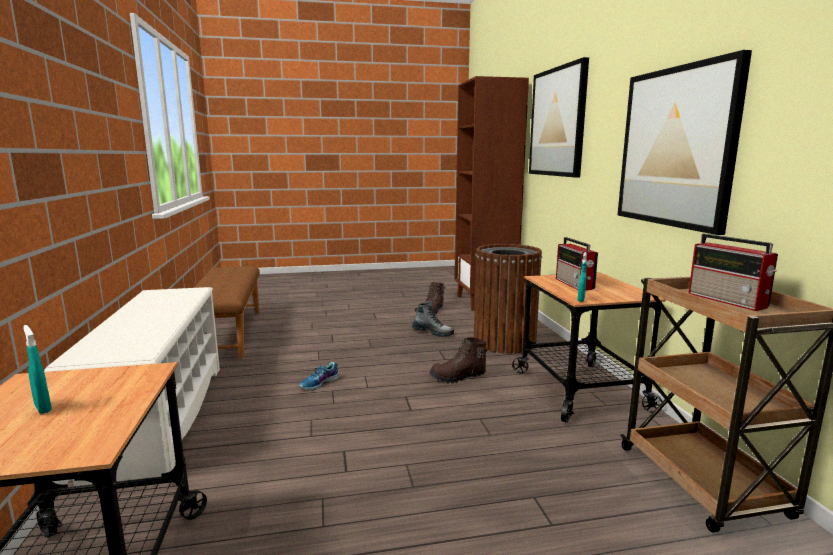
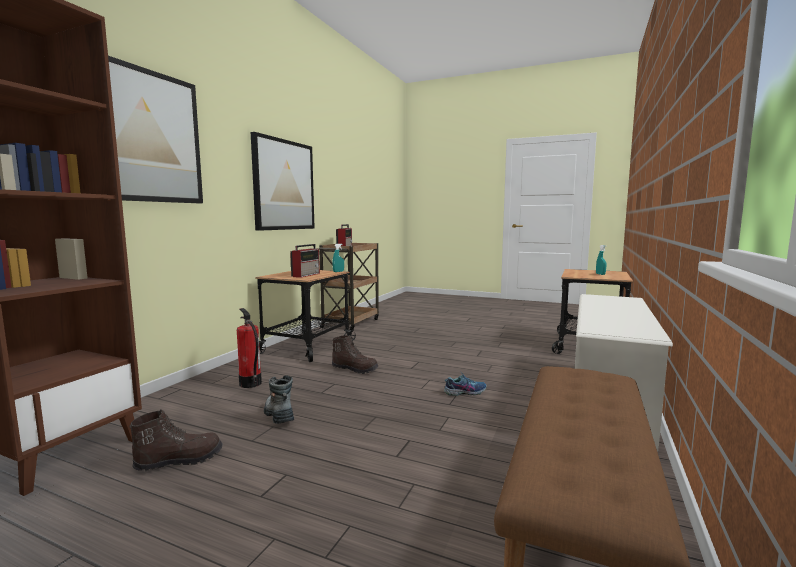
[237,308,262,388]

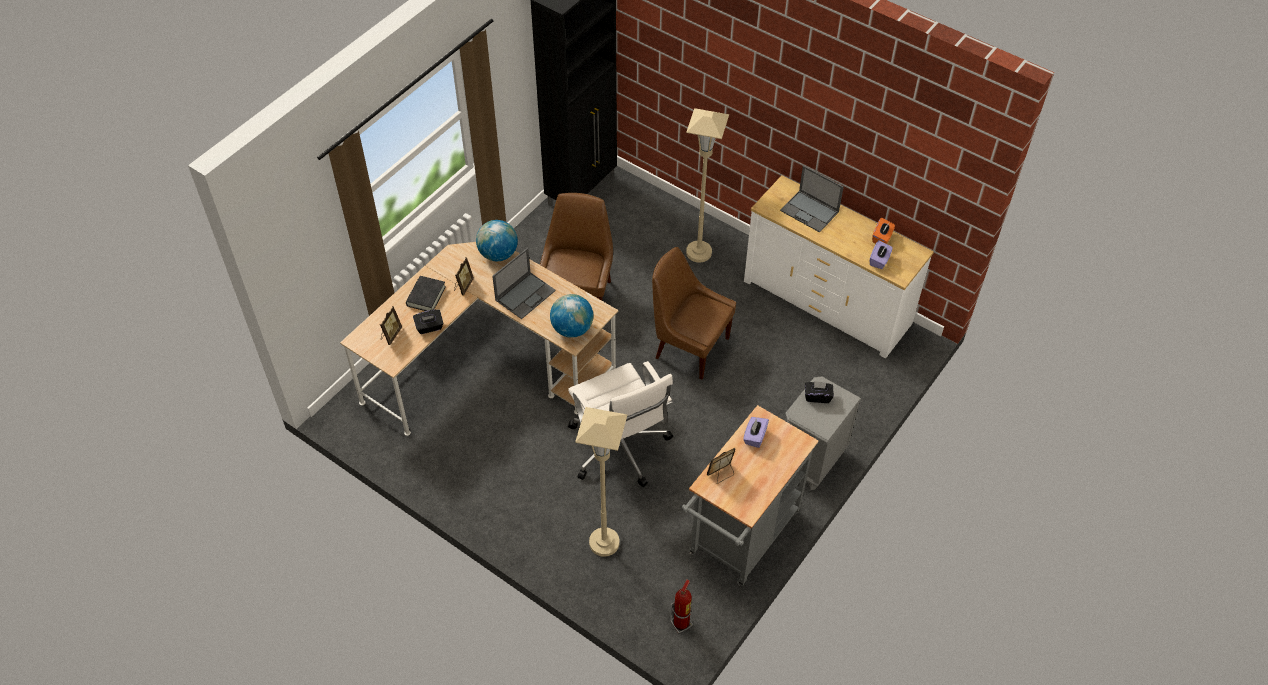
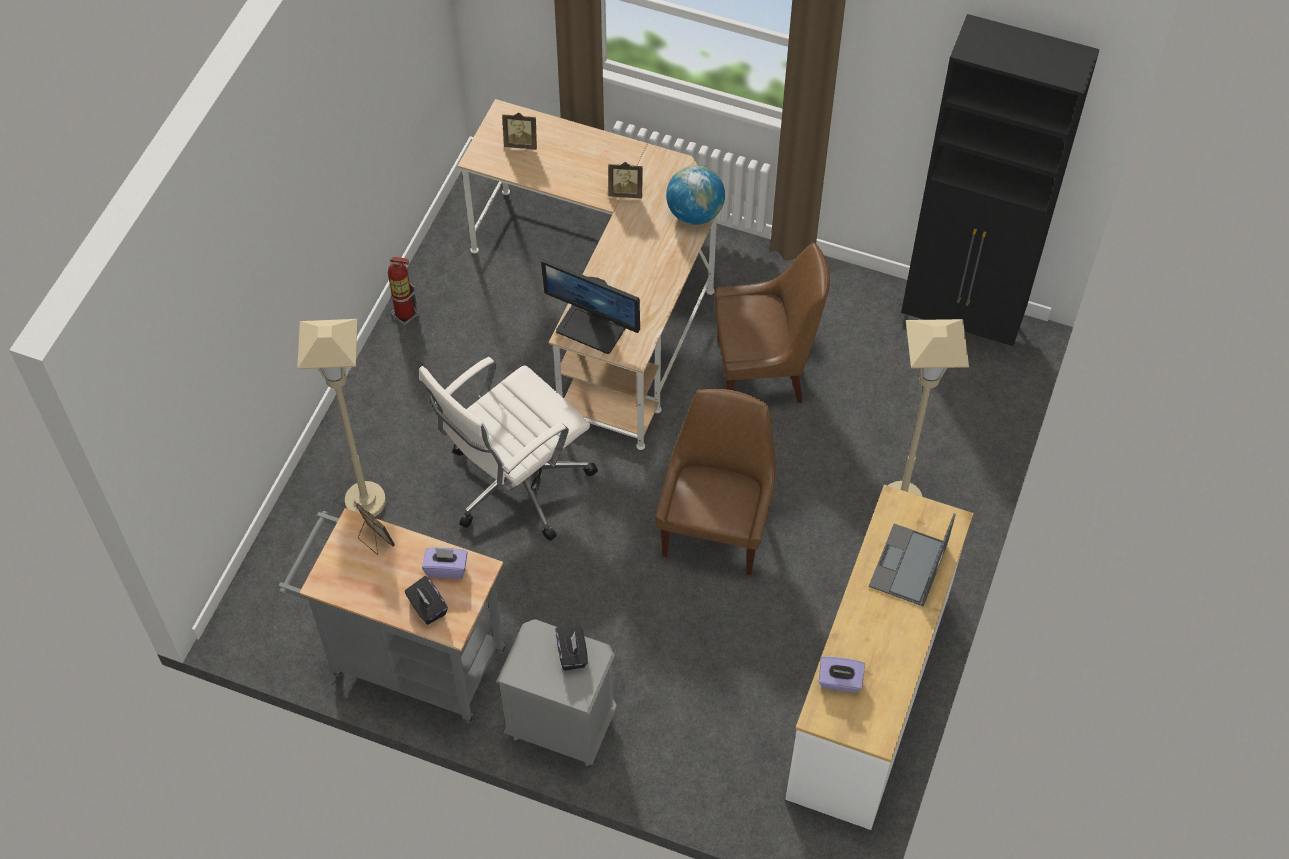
[406,276,446,311] (first image)
[405,576,448,625]
[492,248,556,319] (first image)
[541,259,640,354]
[388,257,419,325]
[872,218,895,244] (first image)

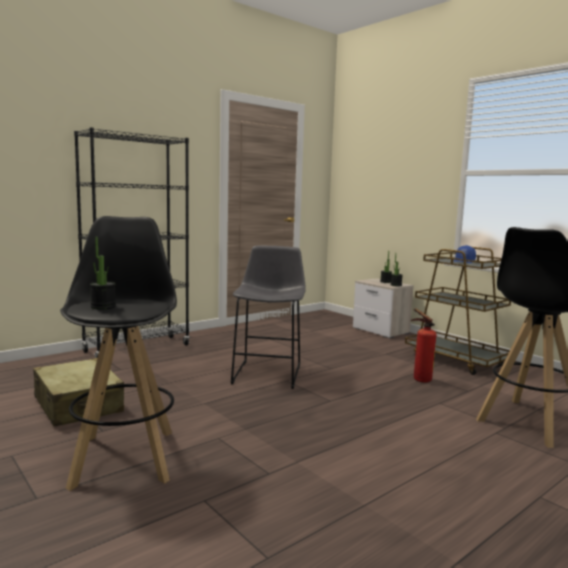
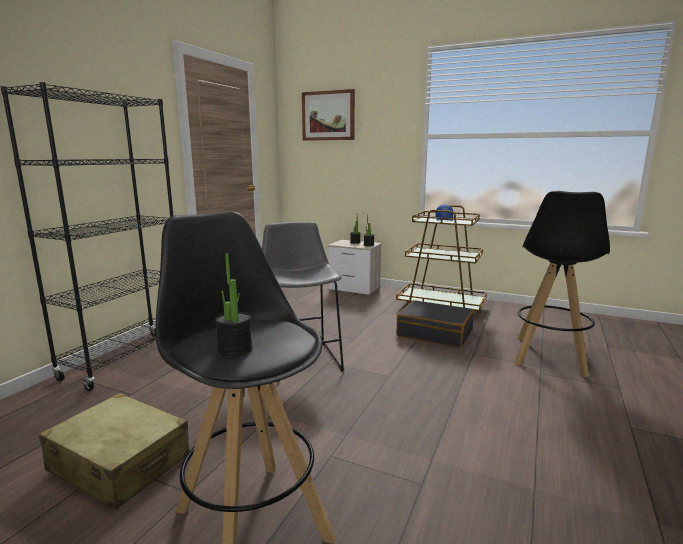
[396,300,475,348]
[302,89,355,141]

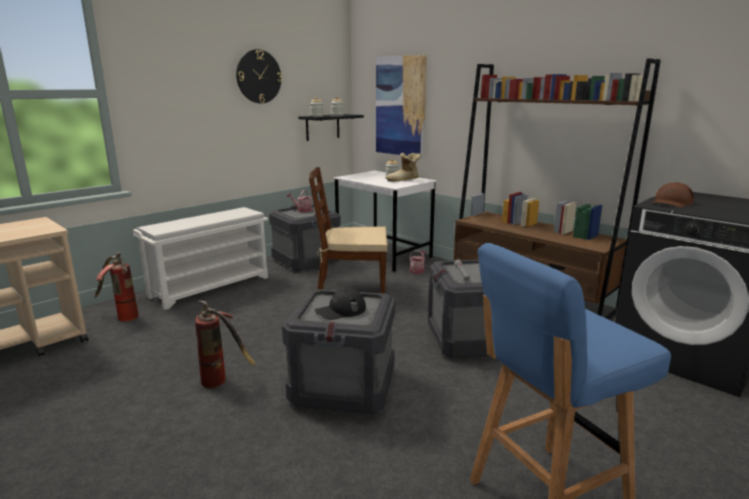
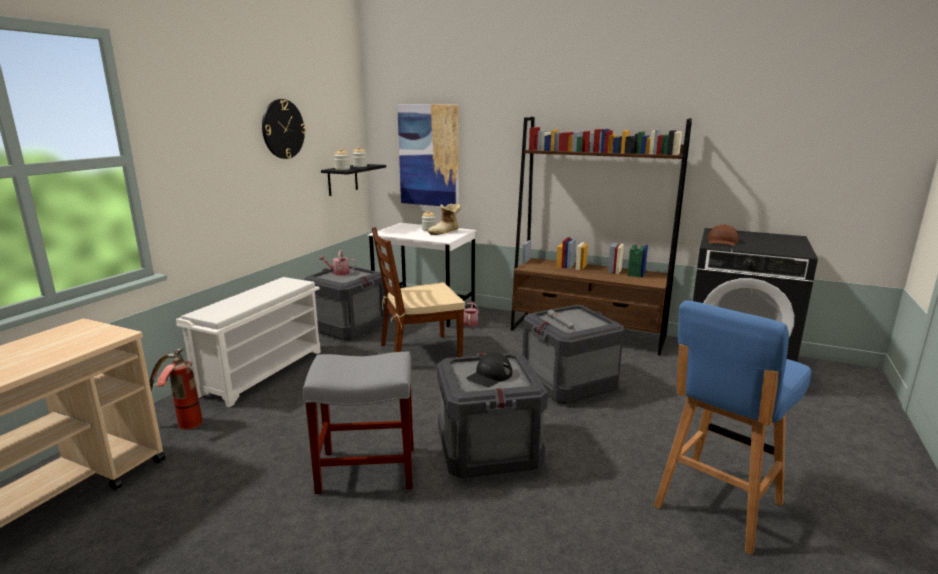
[303,352,414,494]

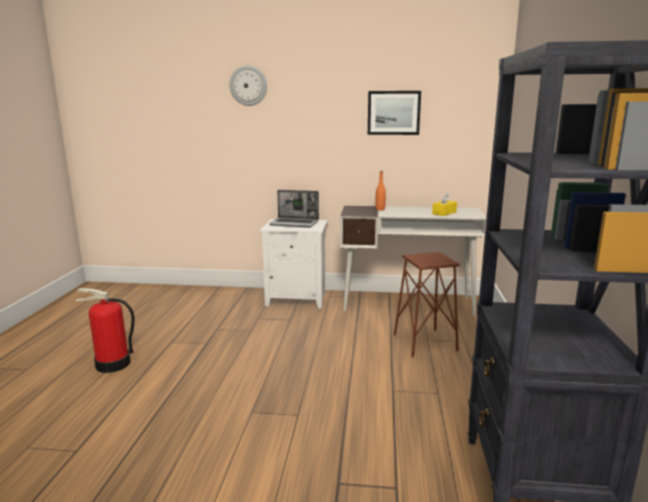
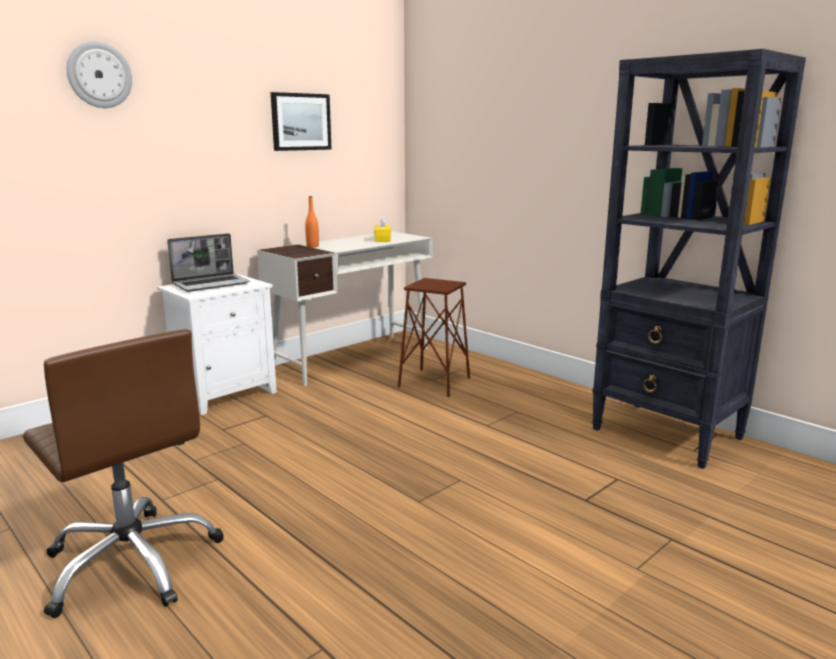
[23,329,224,618]

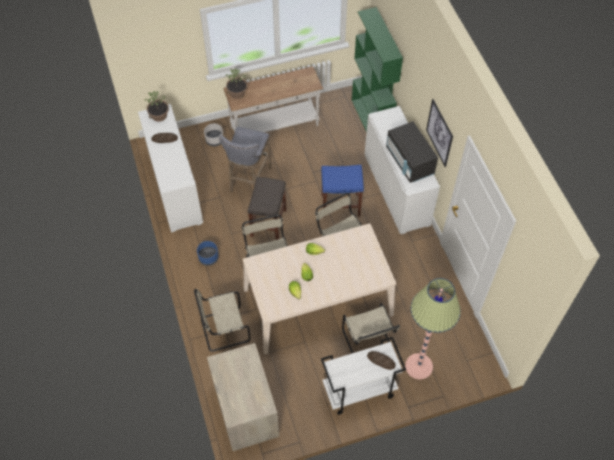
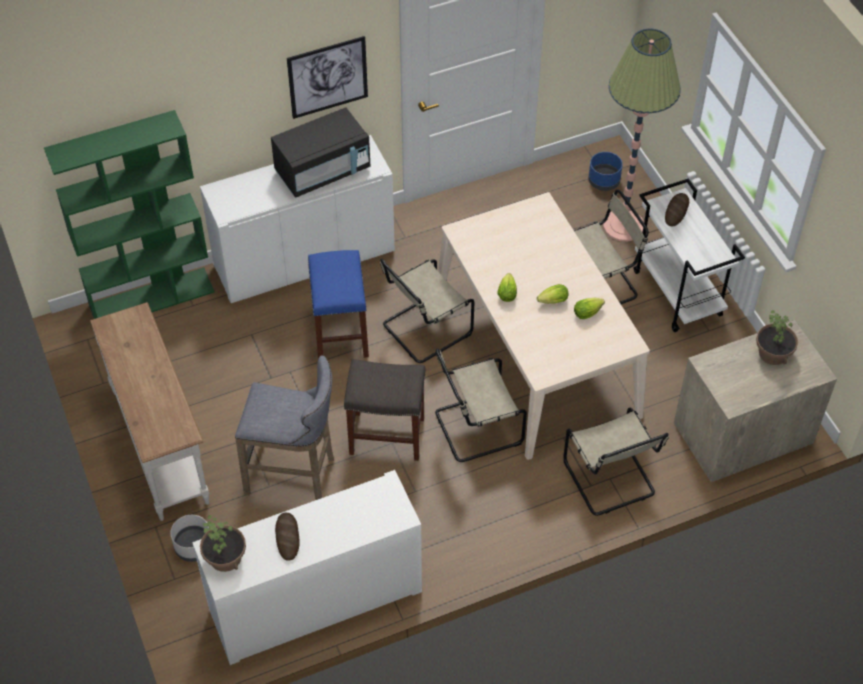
[588,152,623,191]
[756,310,798,365]

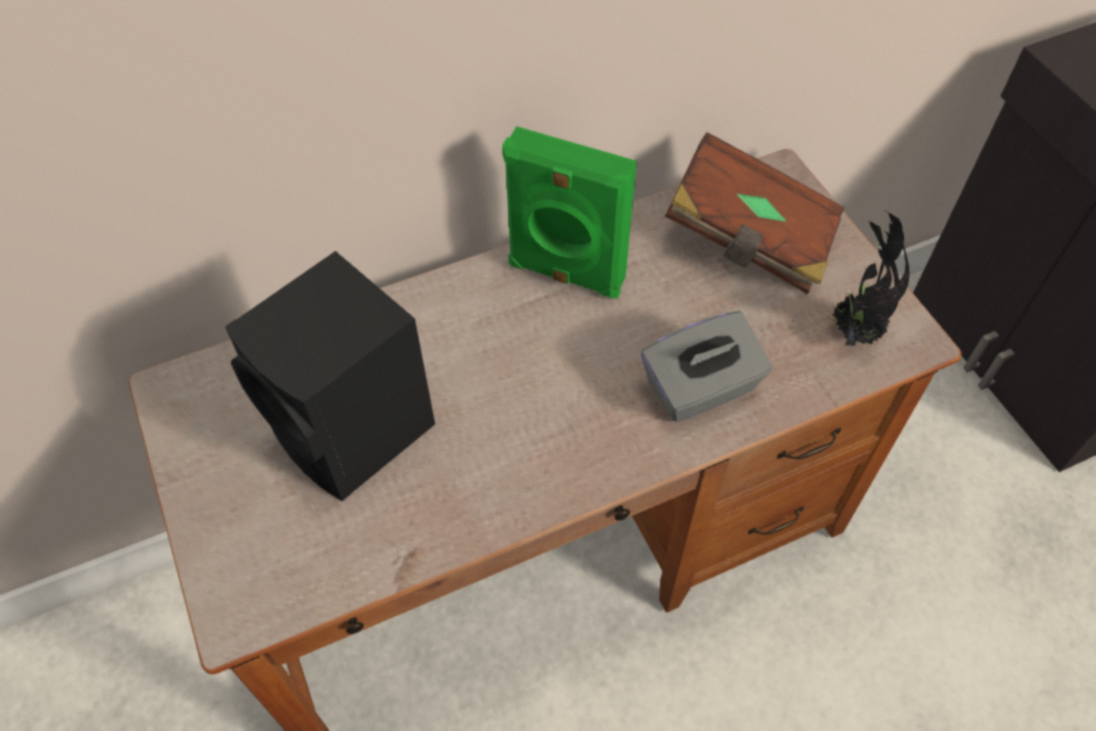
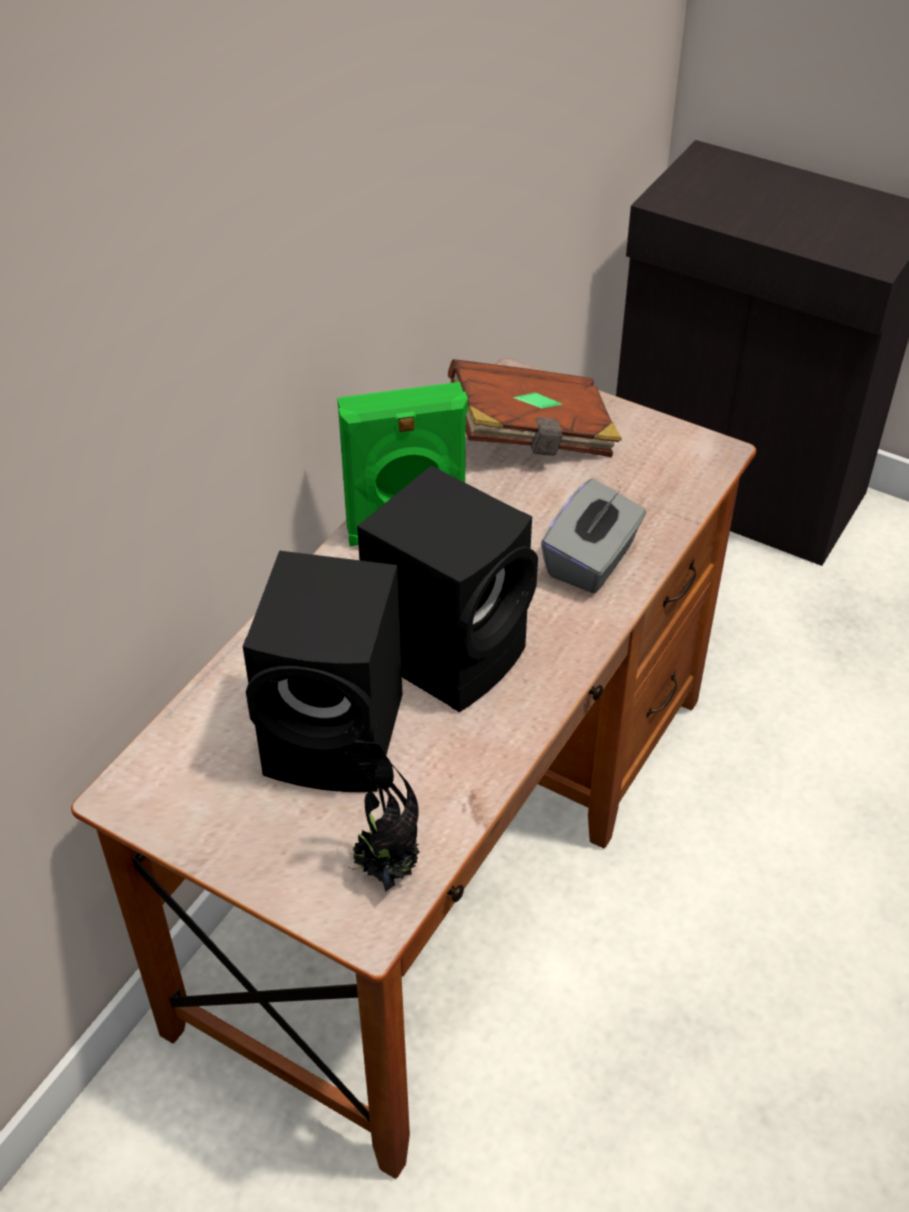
[343,740,420,892]
[357,466,538,712]

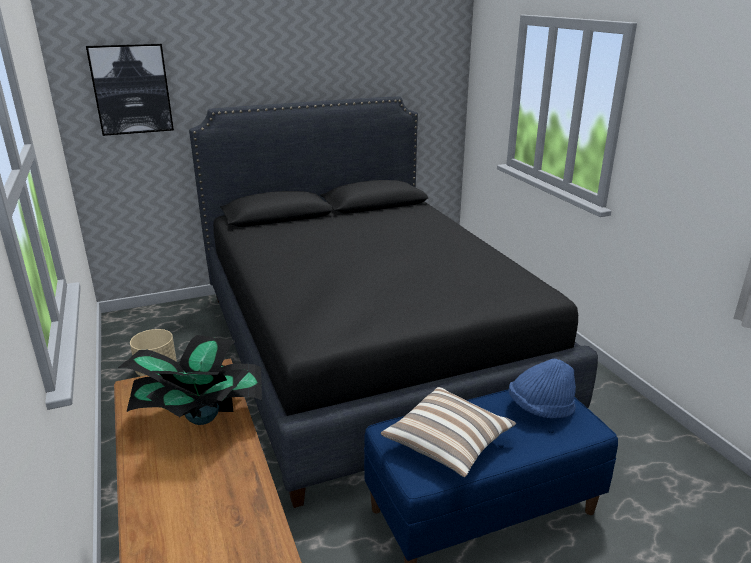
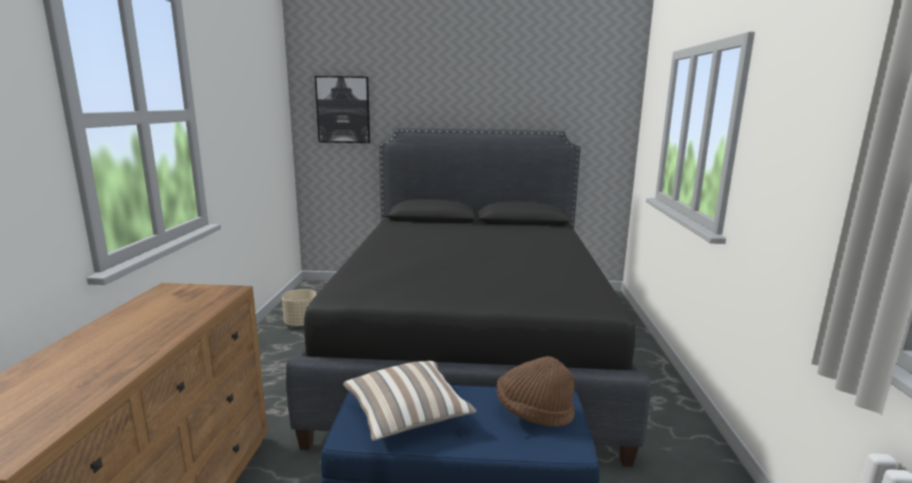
[118,335,262,425] (first image)
[497,356,575,427]

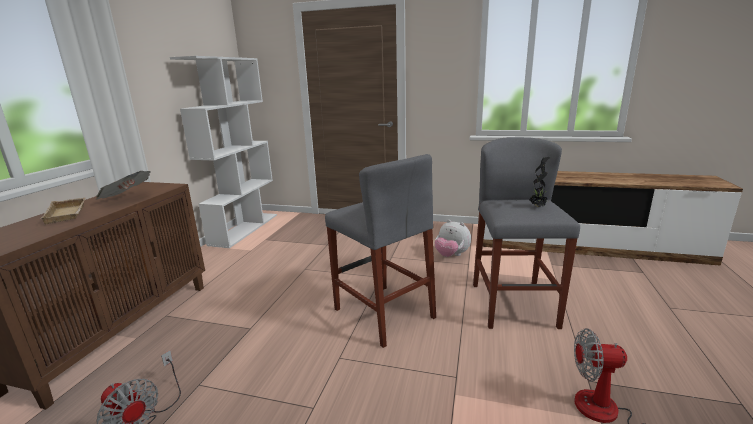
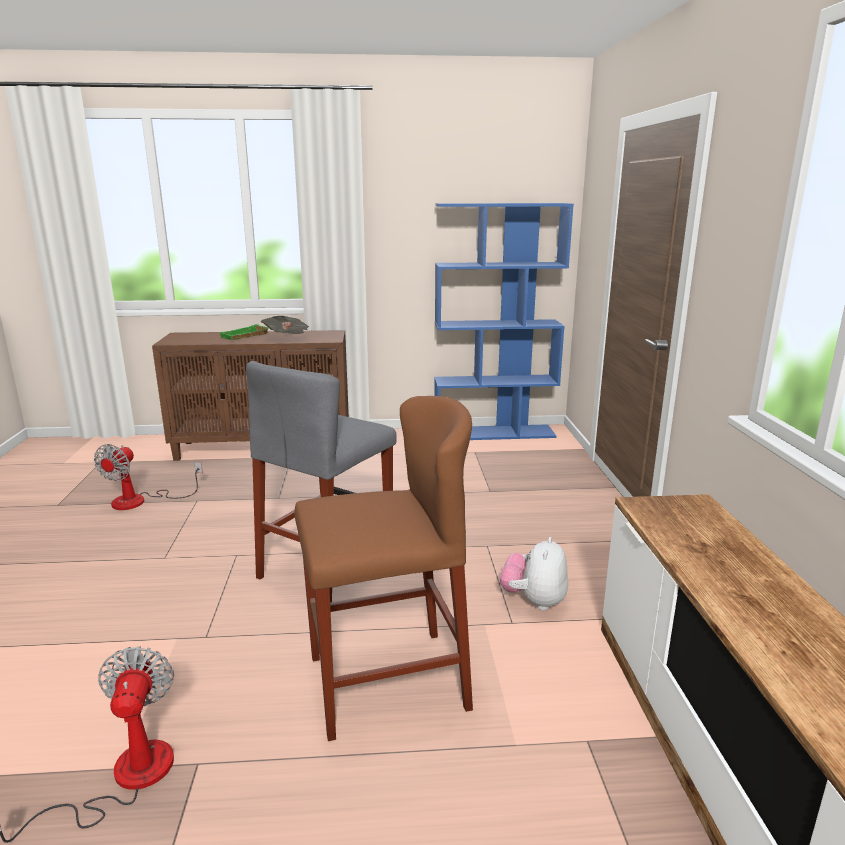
[219,324,269,340]
[434,203,574,440]
[295,396,473,741]
[529,157,550,207] (first image)

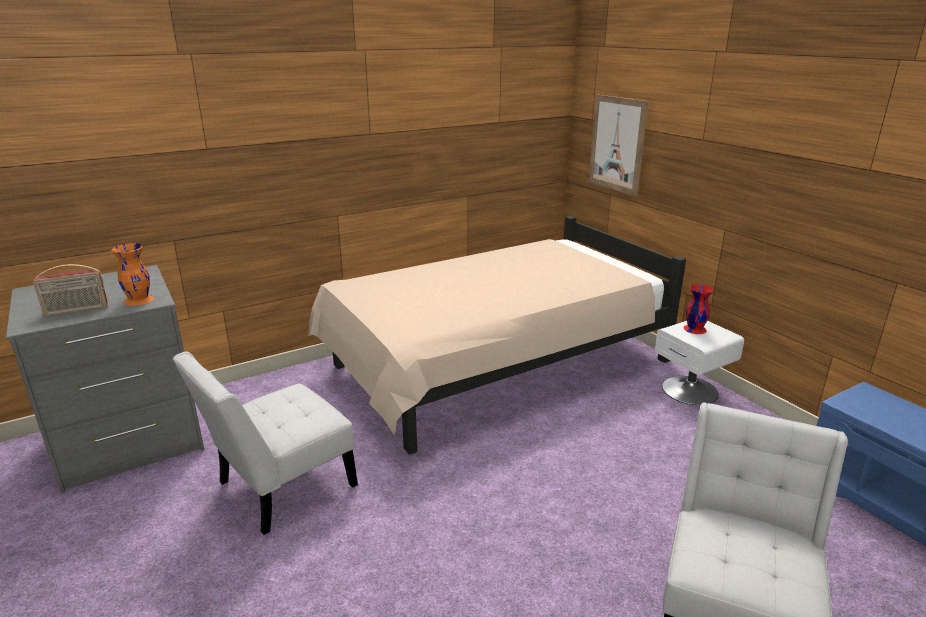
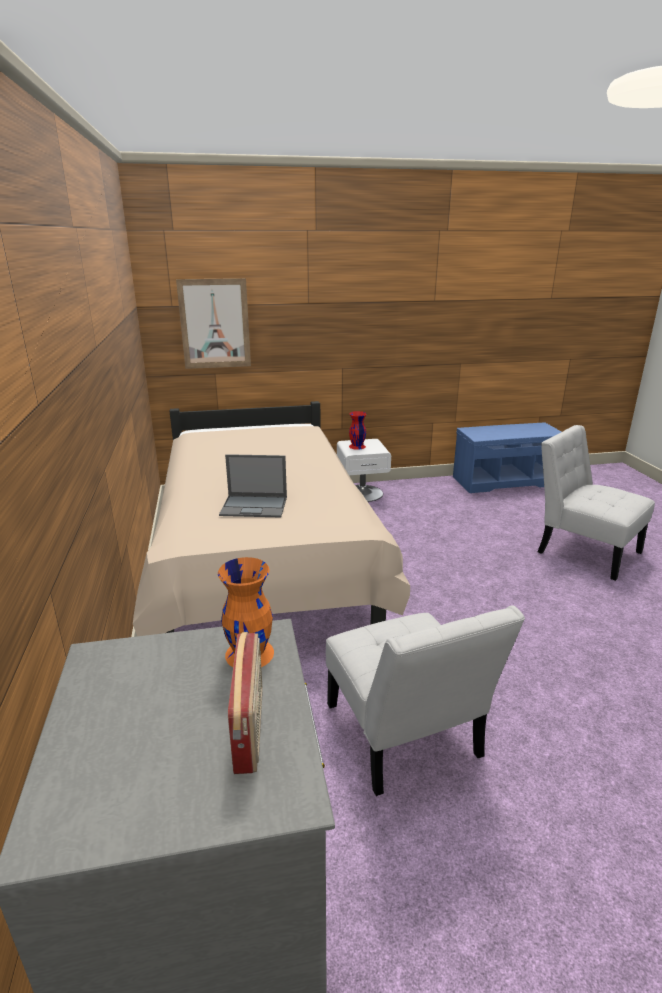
[219,454,287,518]

